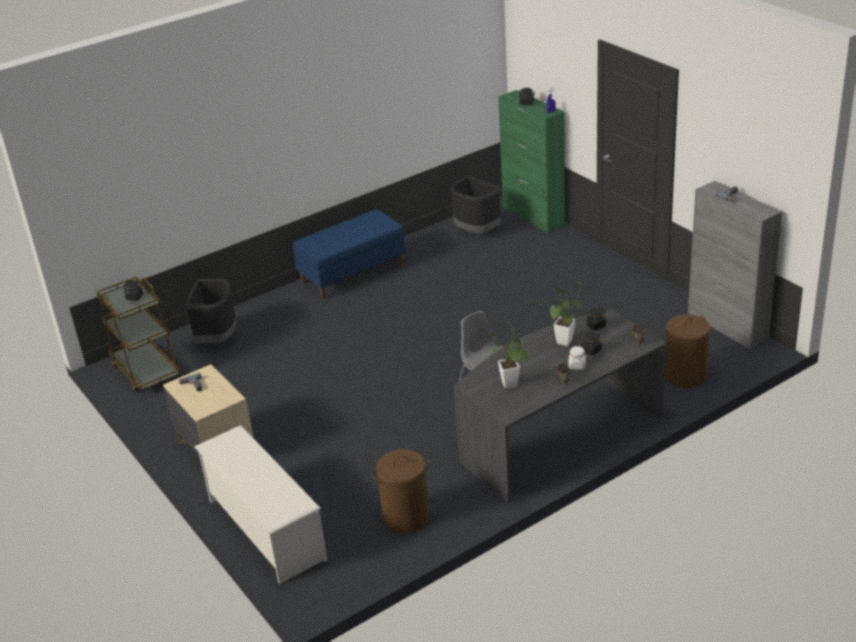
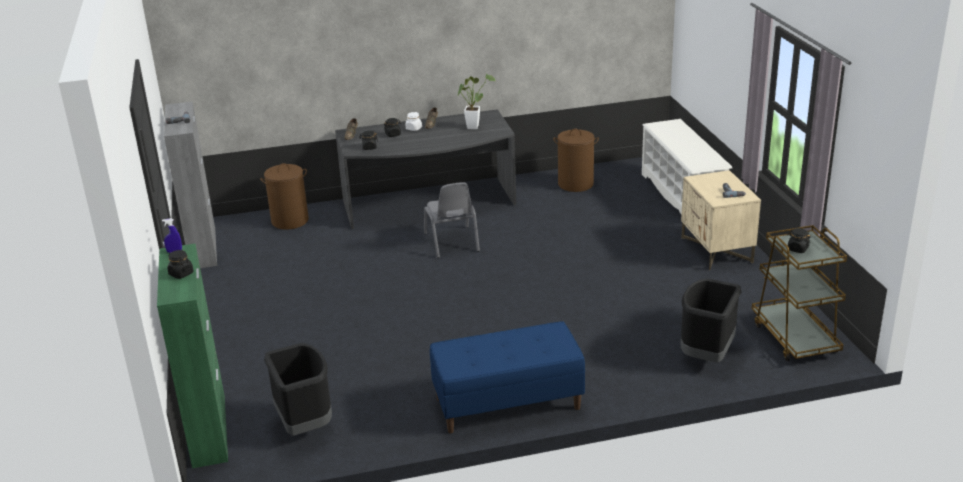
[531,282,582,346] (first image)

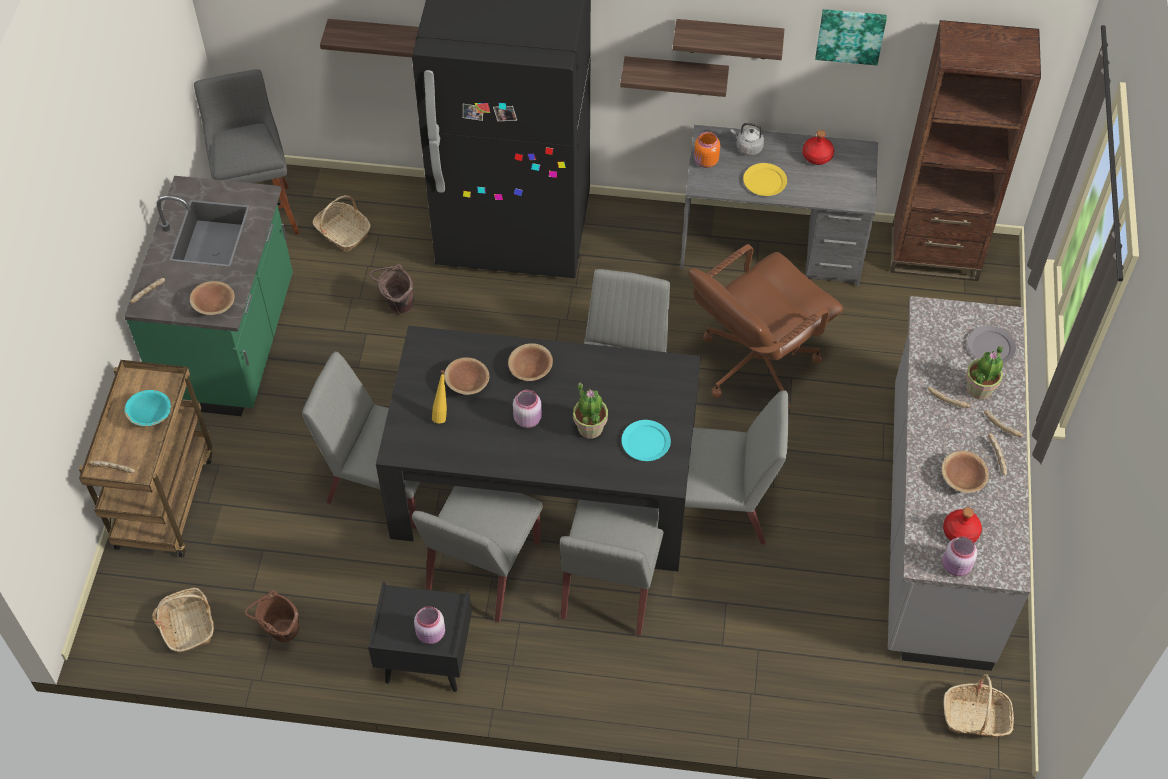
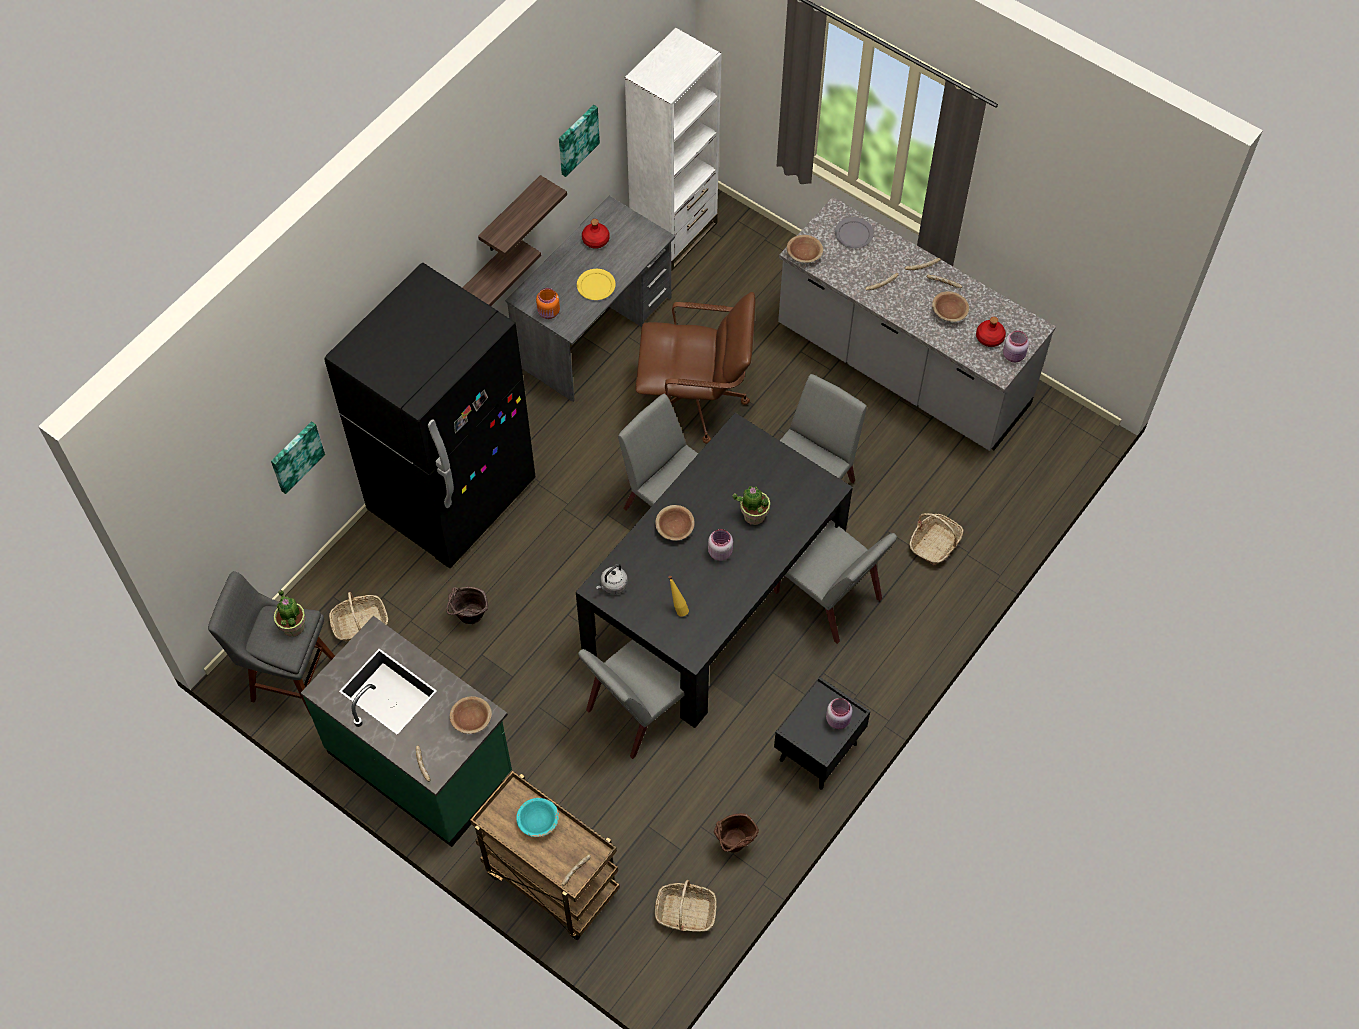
[271,421,325,494]
[412,486,543,622] (first image)
[787,235,823,263]
[621,420,671,461] (first image)
[636,292,755,444]
[596,564,628,594]
[625,28,722,271]
[909,513,964,566]
[274,589,306,637]

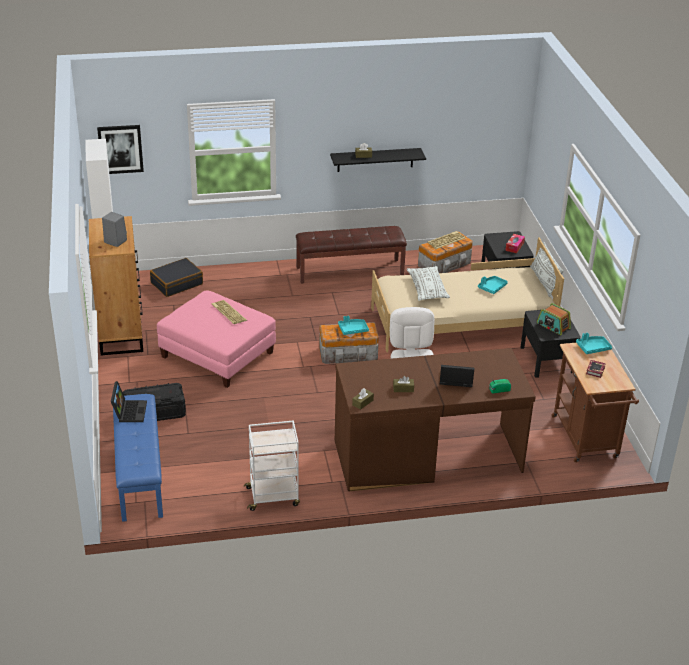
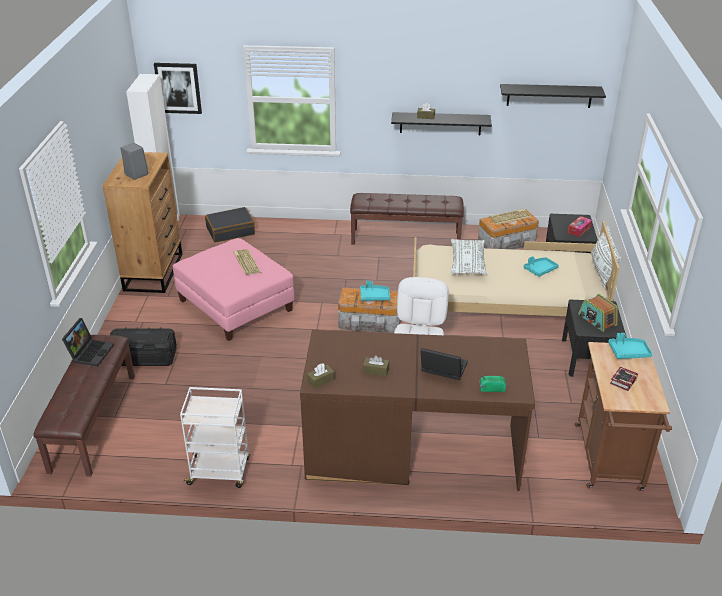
[33,335,135,476]
[500,84,606,108]

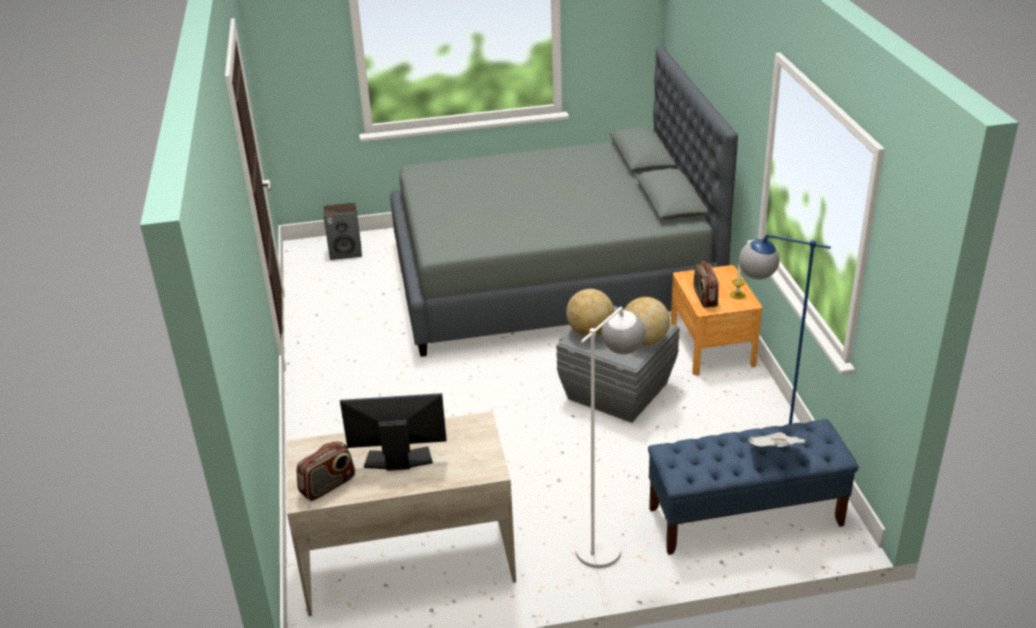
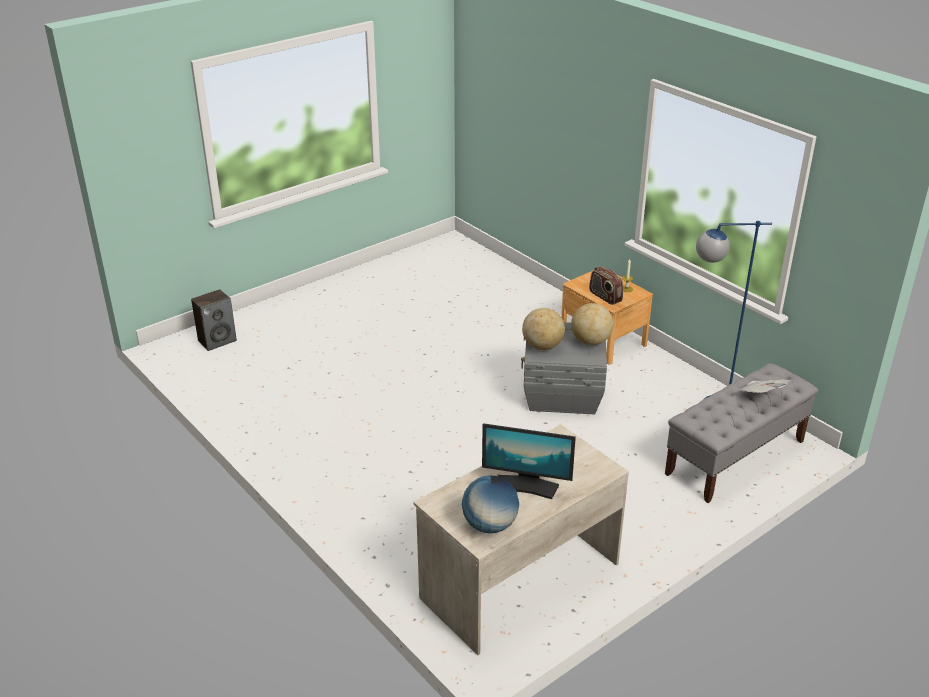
[462,475,519,533]
[482,423,576,499]
[390,46,738,357] (first image)
[576,307,645,568] (first image)
[665,363,819,503]

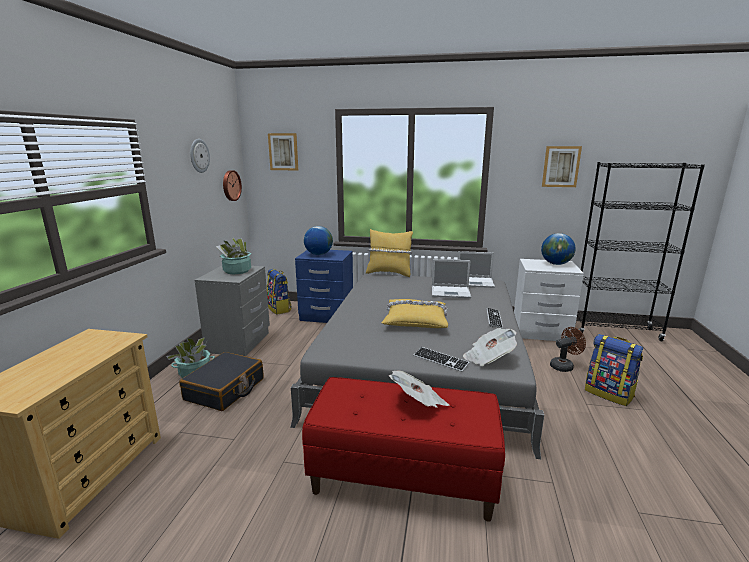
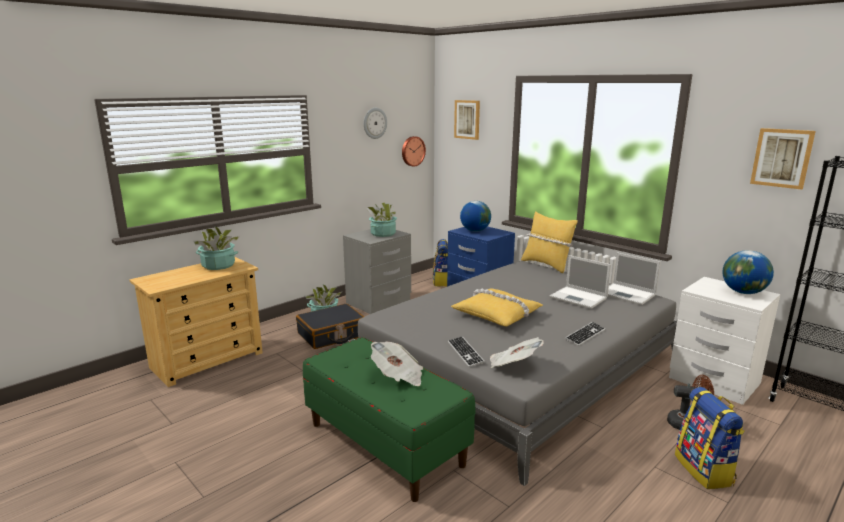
[303,337,476,502]
[193,226,240,270]

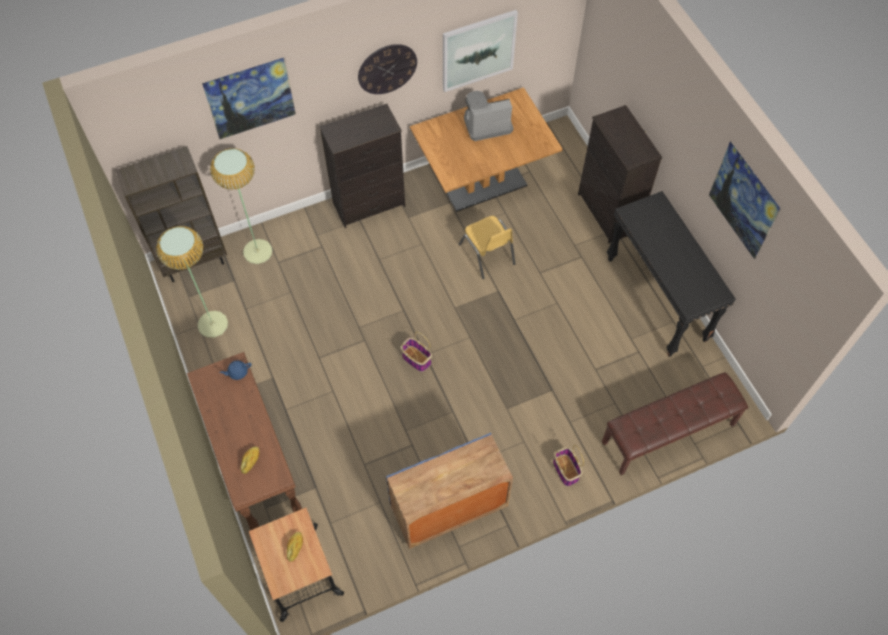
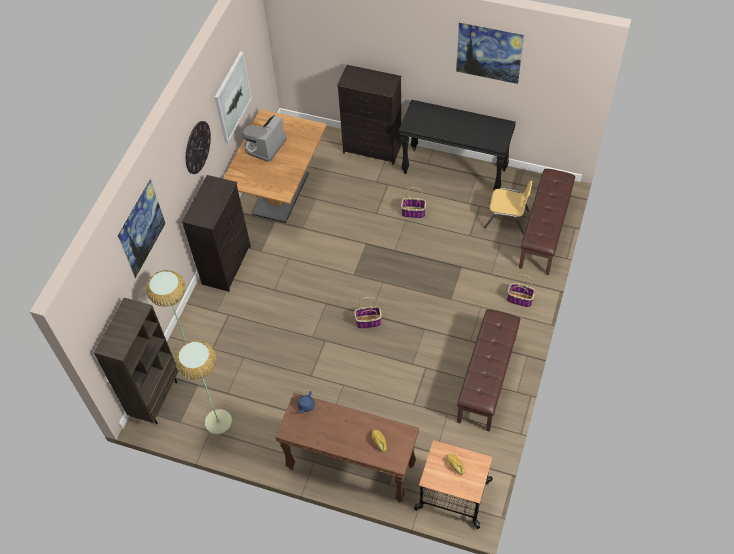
[457,309,521,432]
[484,181,533,235]
[401,187,426,218]

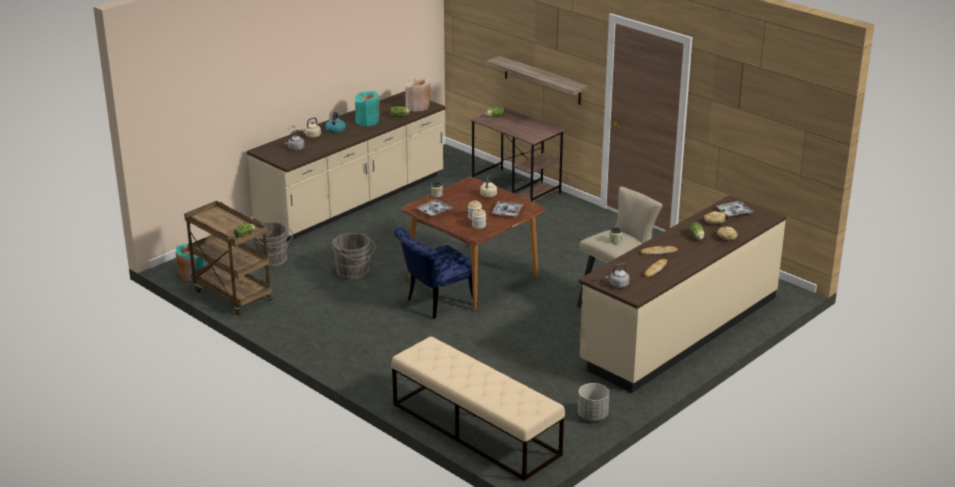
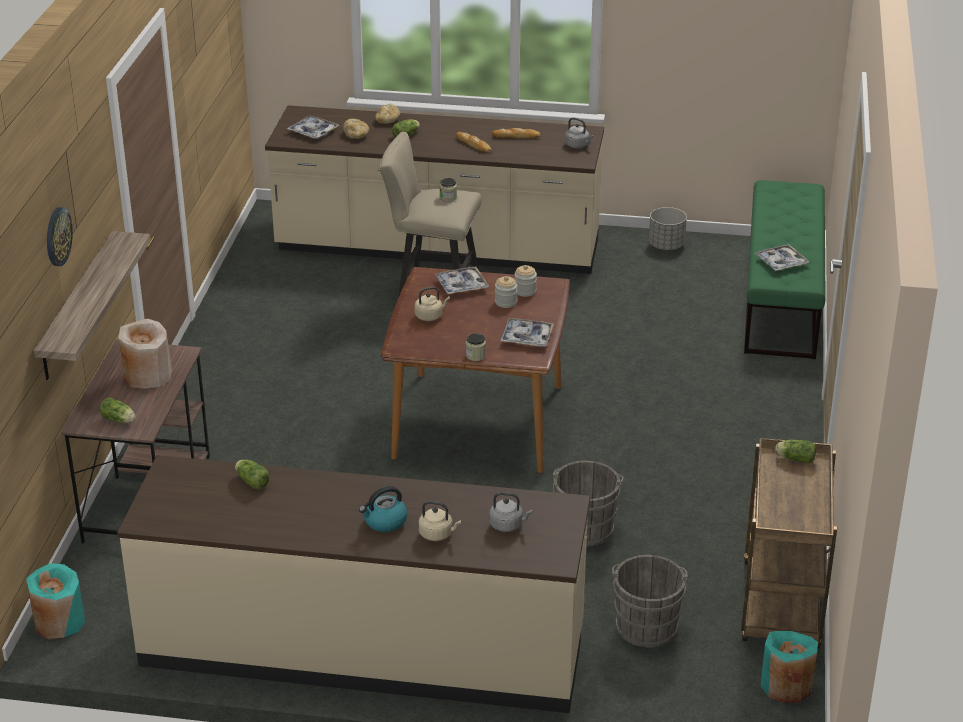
[26,563,85,639]
[744,180,826,359]
[395,227,478,319] (first image)
[118,319,172,390]
[47,207,73,266]
[755,244,810,271]

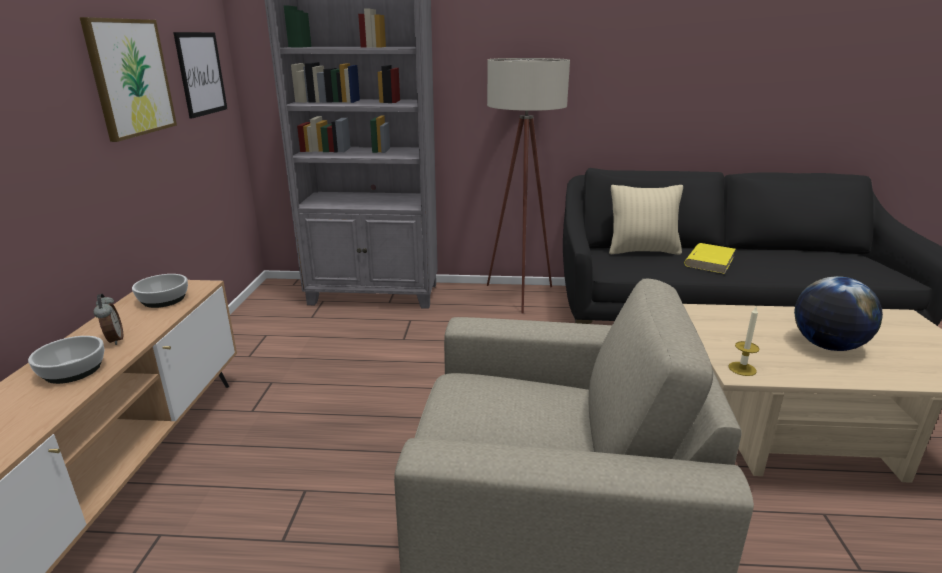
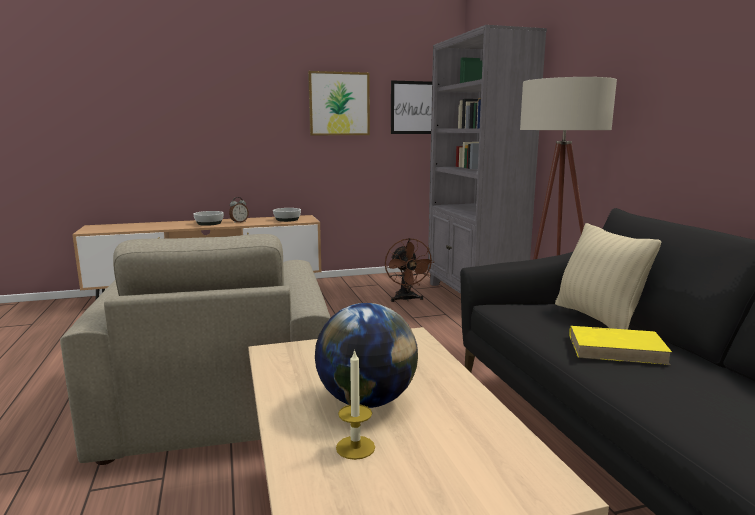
[336,349,375,460]
[385,238,434,302]

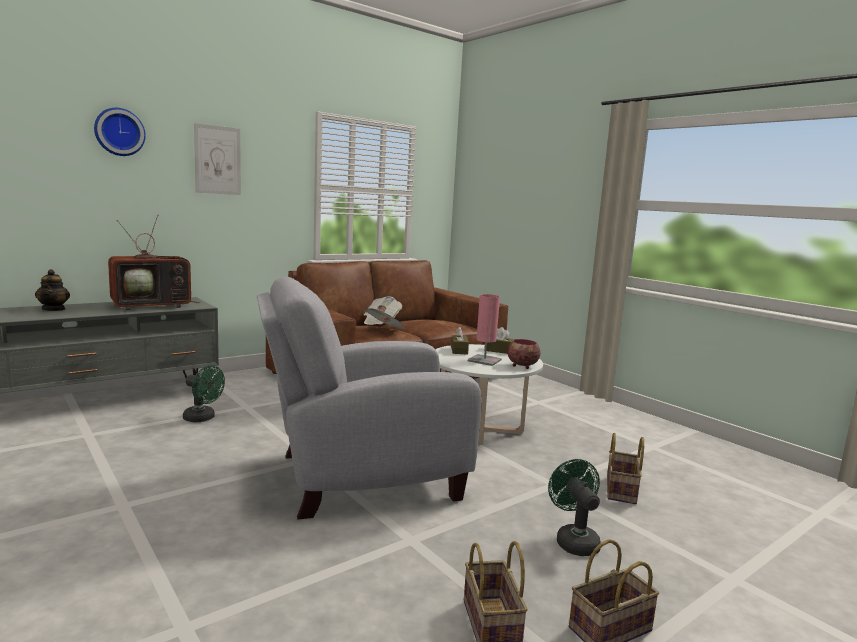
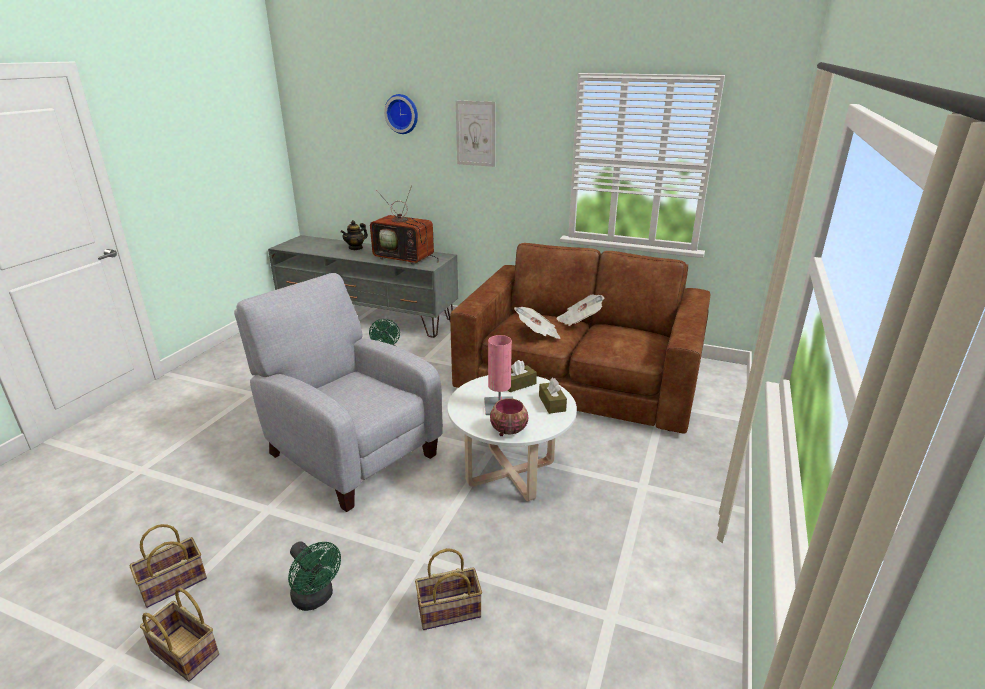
[288,542,341,611]

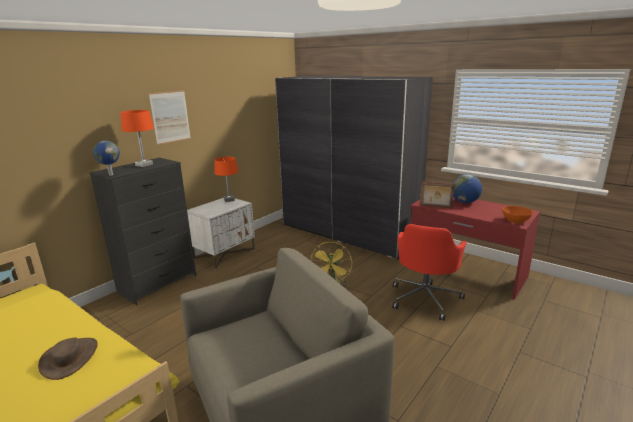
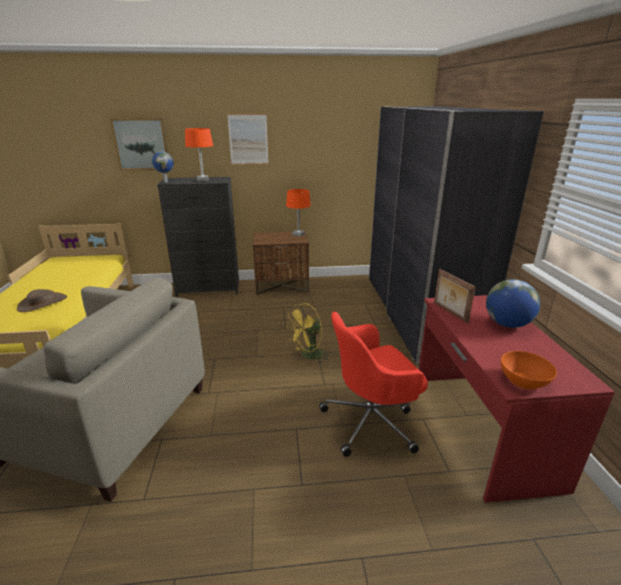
[253,232,309,295]
[110,118,168,171]

